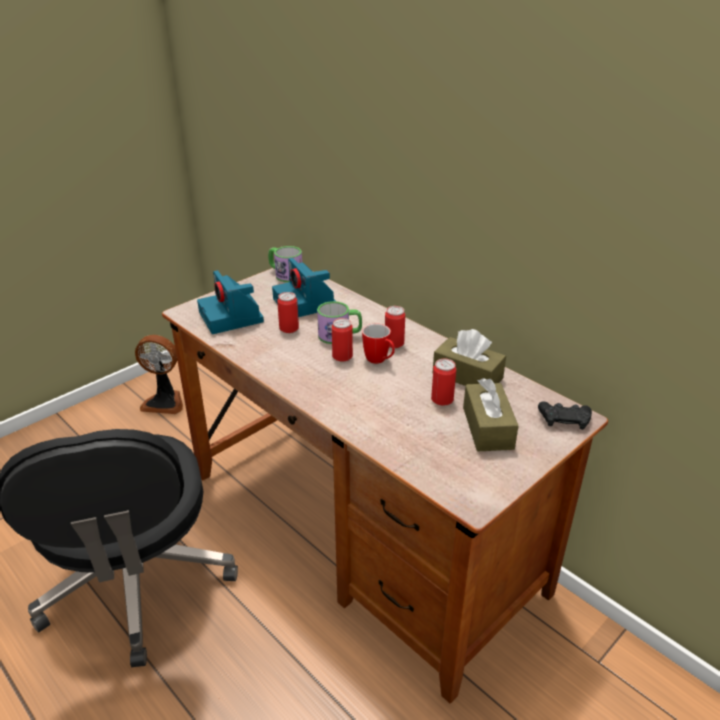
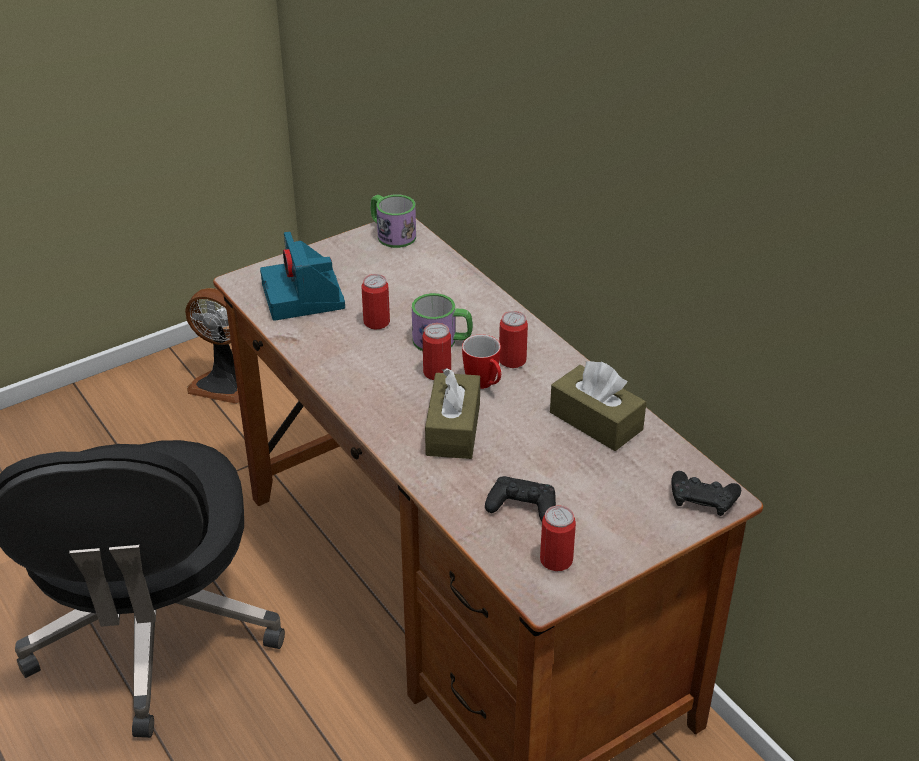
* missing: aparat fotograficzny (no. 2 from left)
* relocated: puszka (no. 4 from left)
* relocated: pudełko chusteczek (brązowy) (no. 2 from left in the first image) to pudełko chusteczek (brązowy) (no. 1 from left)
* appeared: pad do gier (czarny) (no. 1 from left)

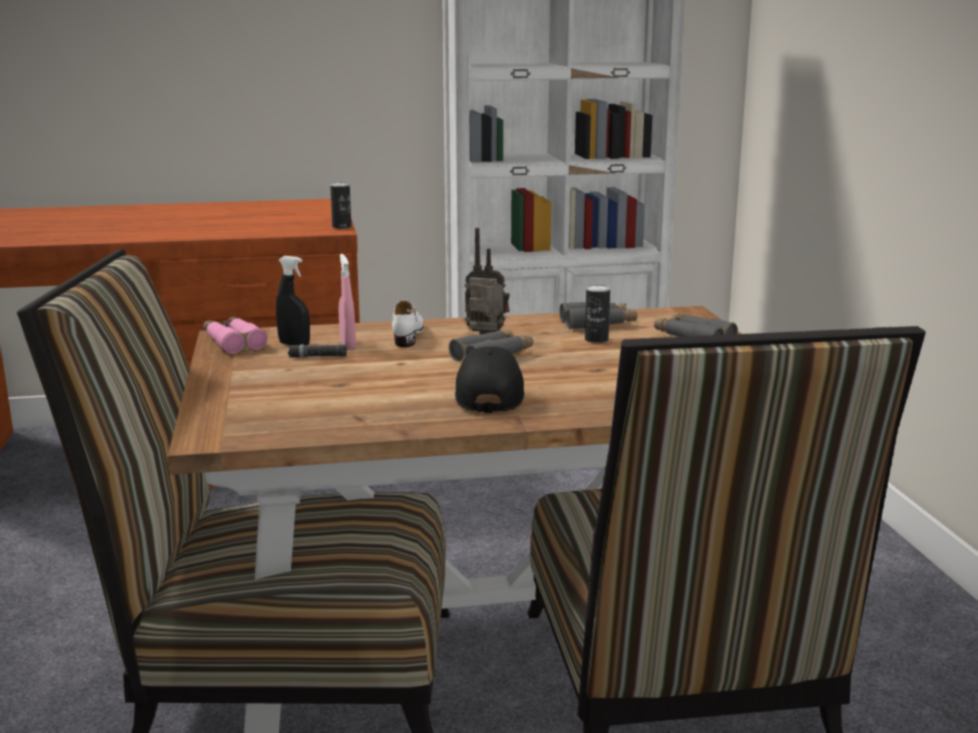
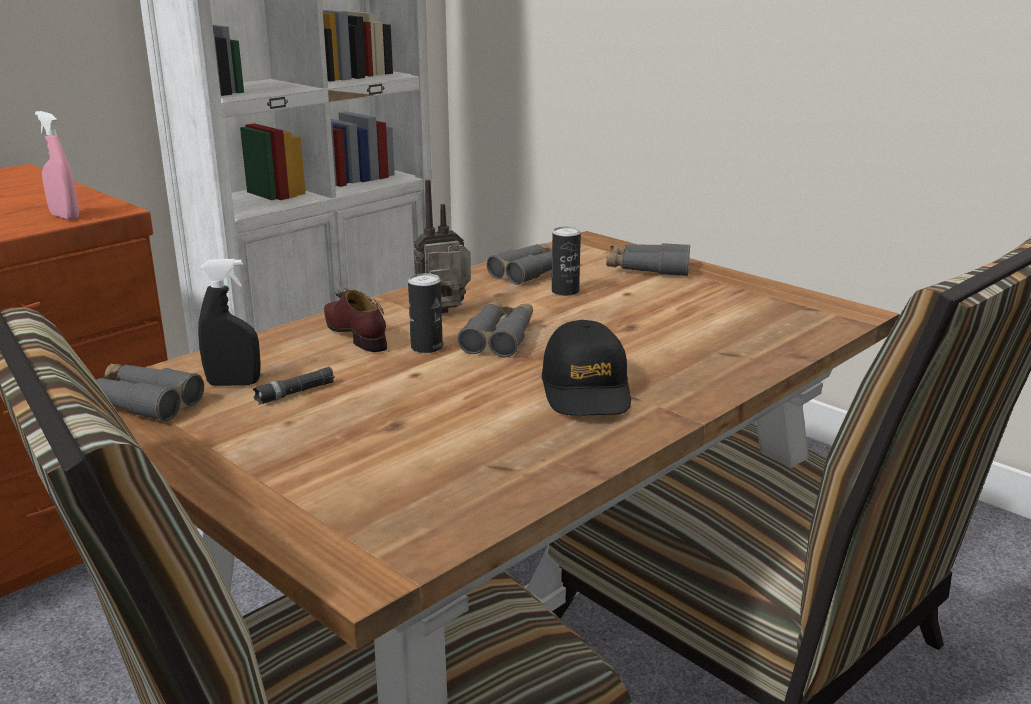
* colour: lornetka (różowy) to lornetka (szary) (no. 1 from left)
* relocated: puszka (no. 1 from left)
* relocated: spryskiwacz (różowy)
* colour: but (biały) to but (brązowy)
* spun: czapka z daszkiem (czarny) 150 degrees counterclockwise

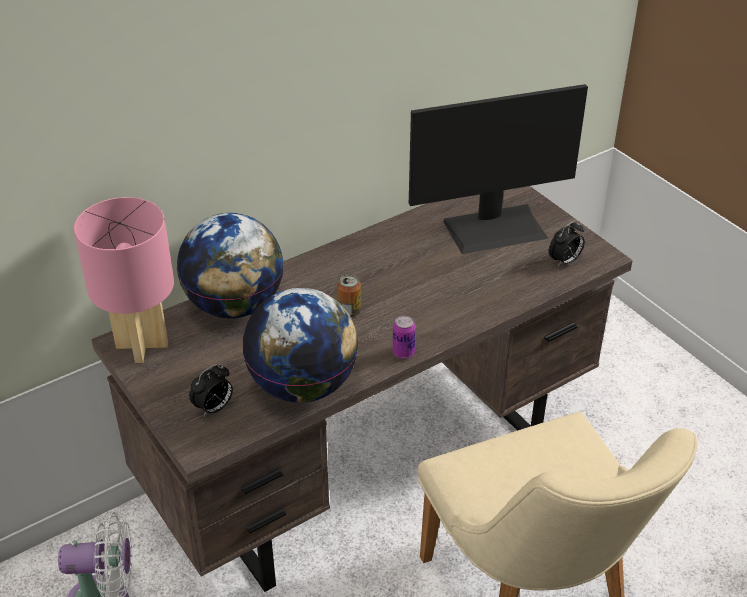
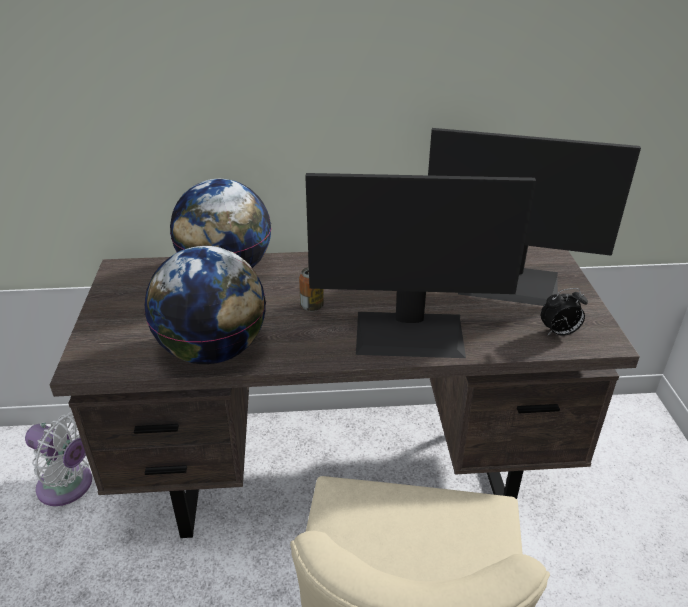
* missing: lampa stołowa (różowy)
* missing: budzik (no. 1 from left)
* missing: puszka (no. 2 from left)
* appeared: monitor (no. 1 from left)

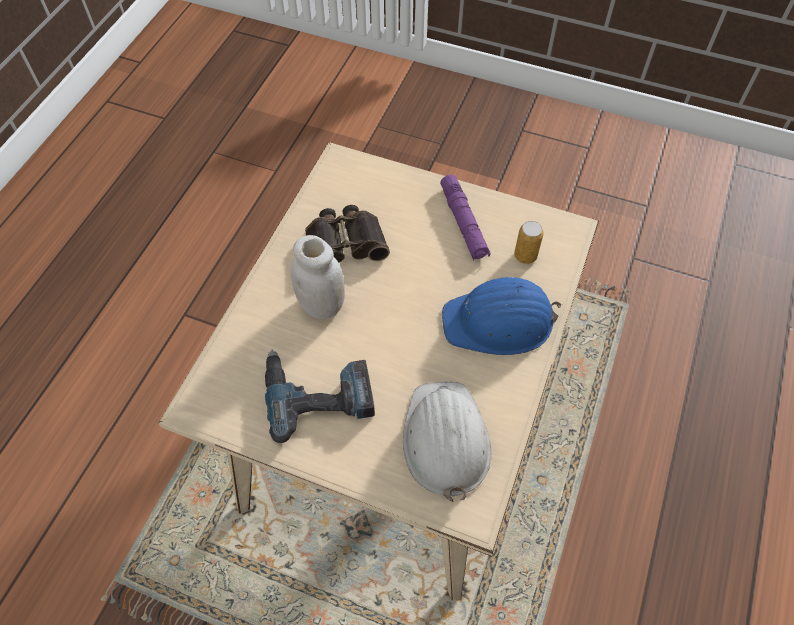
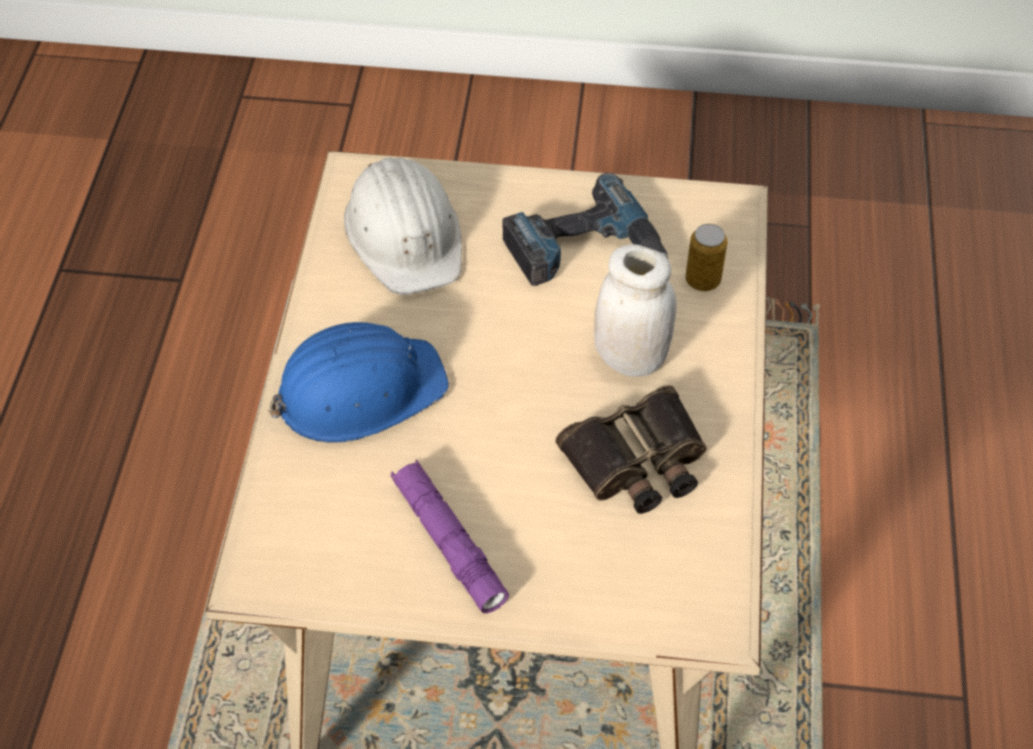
* relocated: puszka

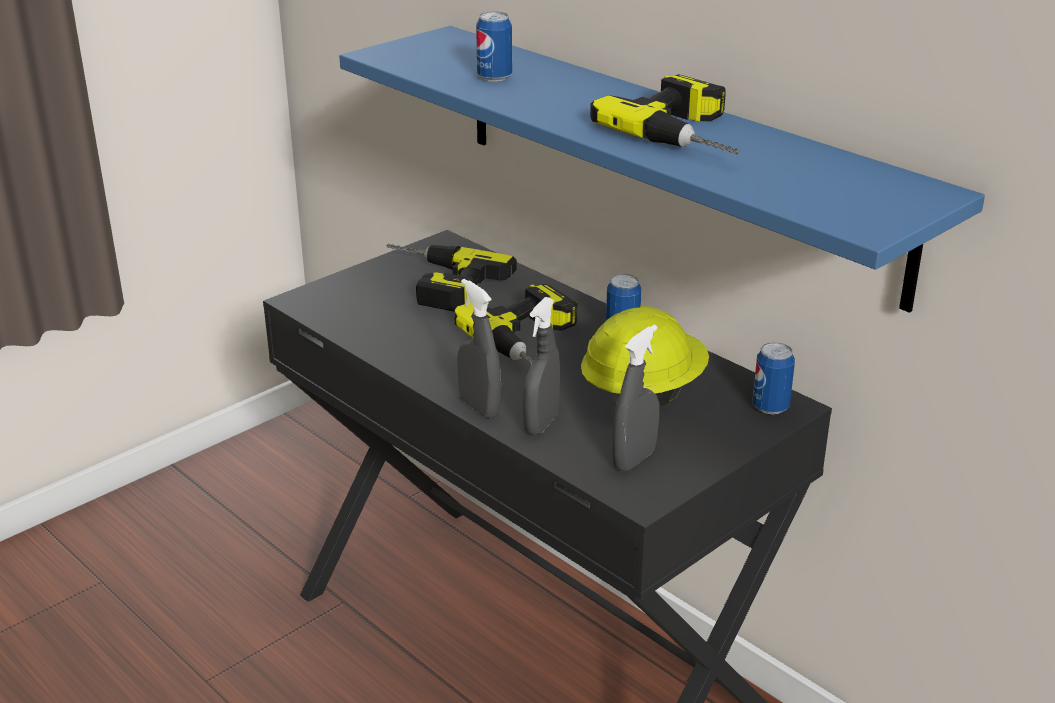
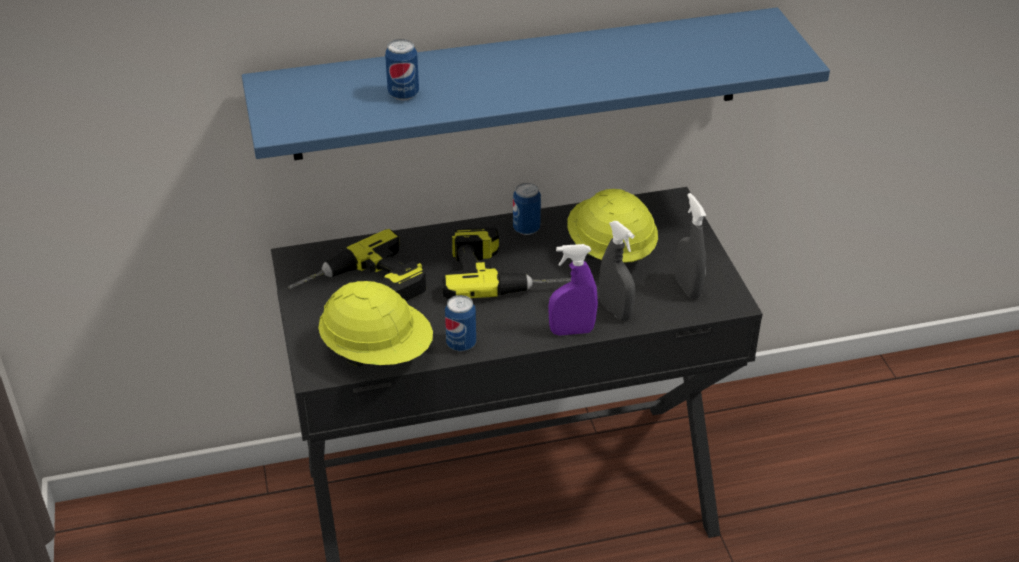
* colour: spryskiwacz (szary) (no. 1 from left) to spryskiwacz (fioletowy)
* missing: wiertarka (no. 3 from left)
* relocated: puszka (no. 3 from left in the first image) to puszka (no. 2 from left)
* appeared: kask (żółty) (no. 1 from left)

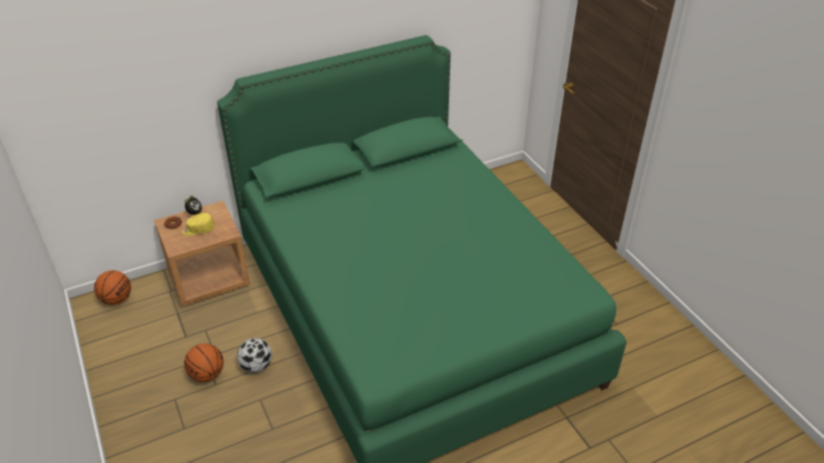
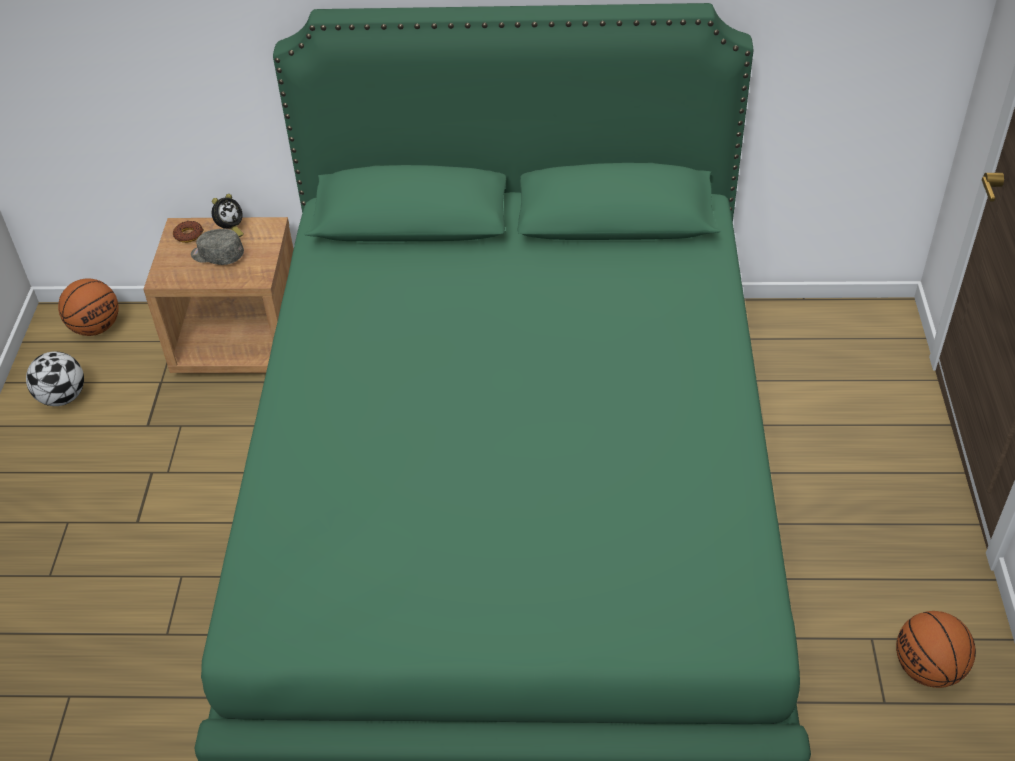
* colour: czapka z daszkiem (żółty) to czapka z daszkiem (szary)
* relocated: piłka do koszykówki (no. 2 from left)
* relocated: piłka futbolowa

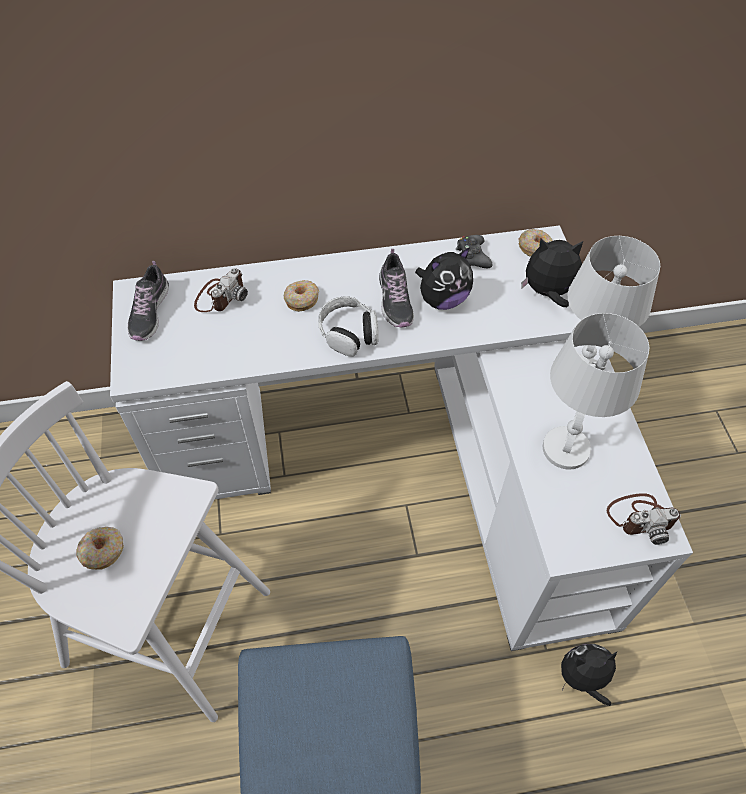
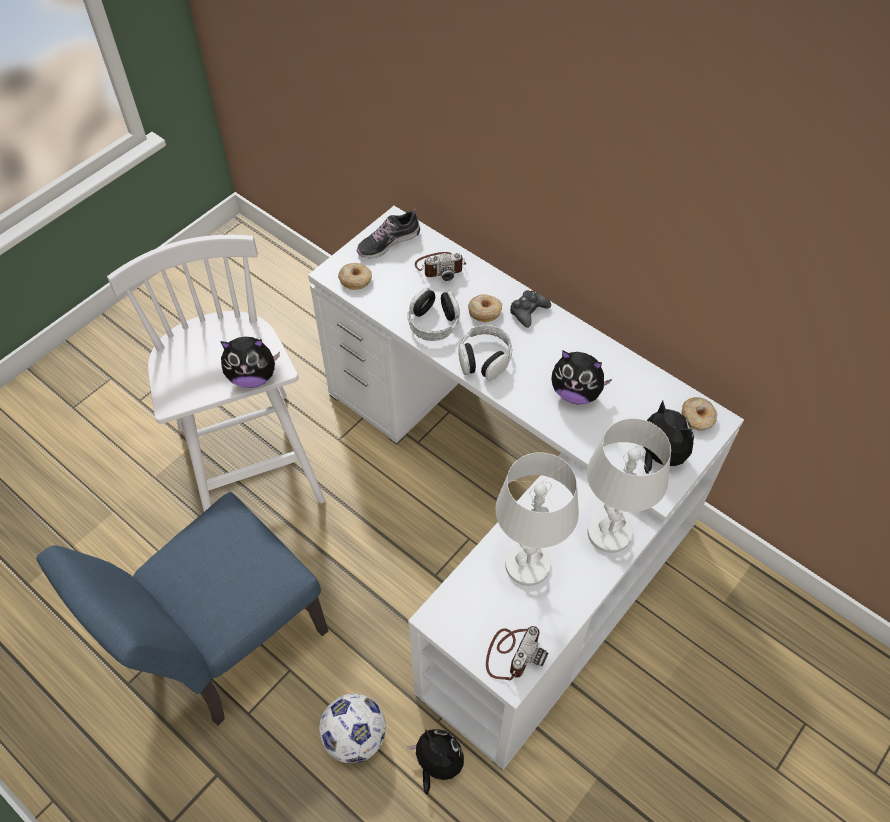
* relocated: donut (no. 1 from left)
* missing: but (no. 2 from left)
* relocated: pad do gier (czarny)
* spun: aparat fotograficzny (no. 2 from left) 105 degrees counterclockwise
* appeared: pluszak (no. 1 from left)
* appeared: piłka futbolowa
* appeared: słuchawki (no. 1 from left)

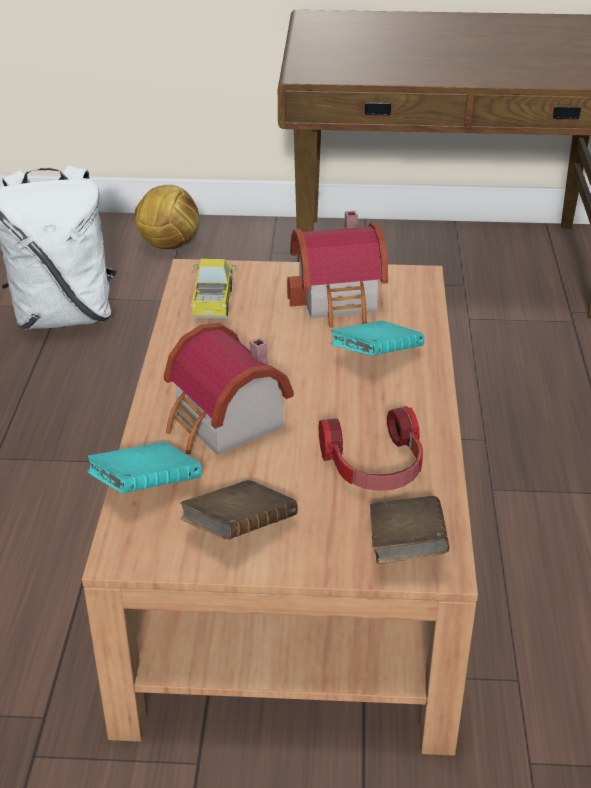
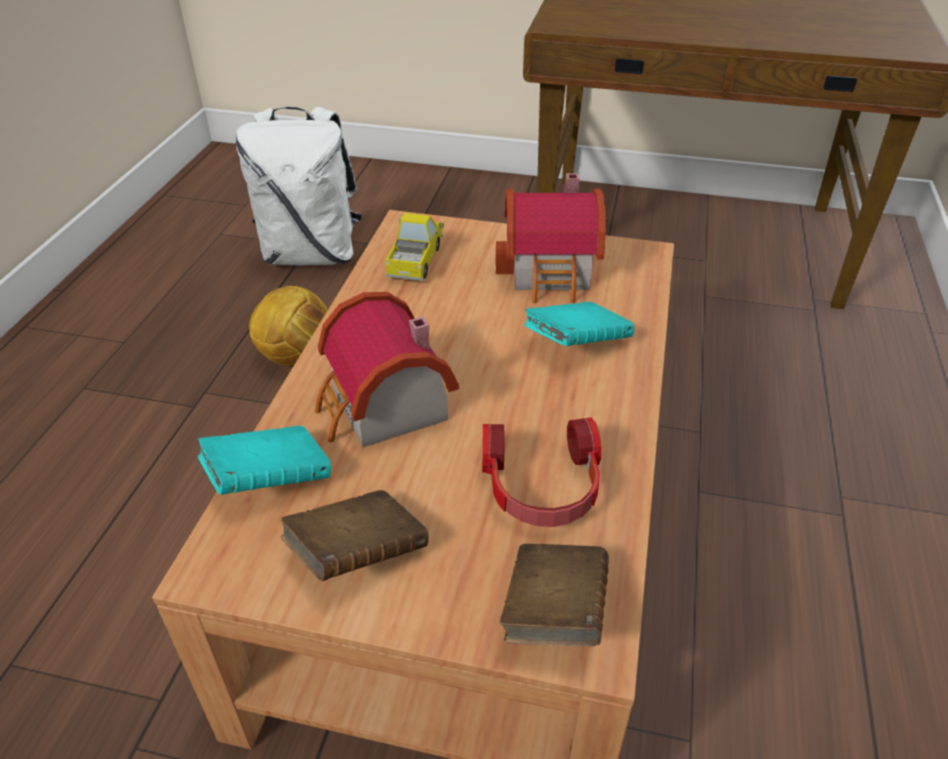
* relocated: piłka futbolowa

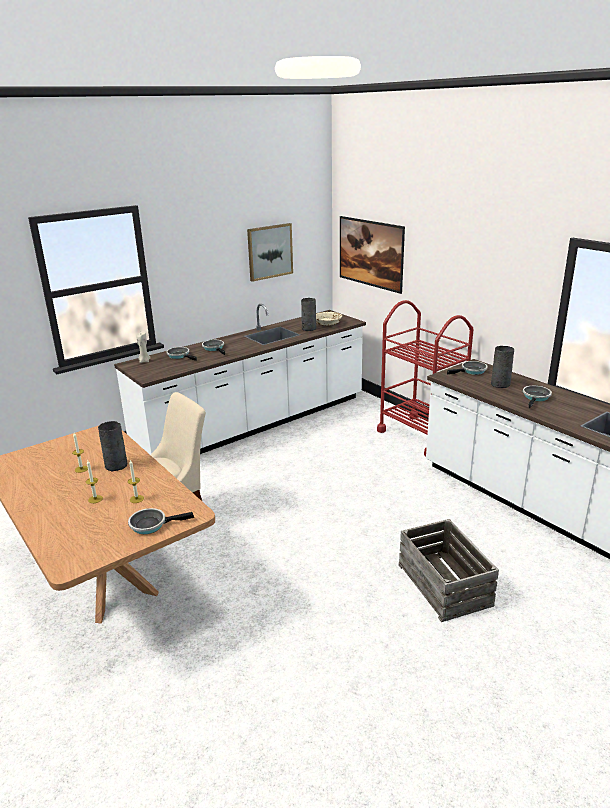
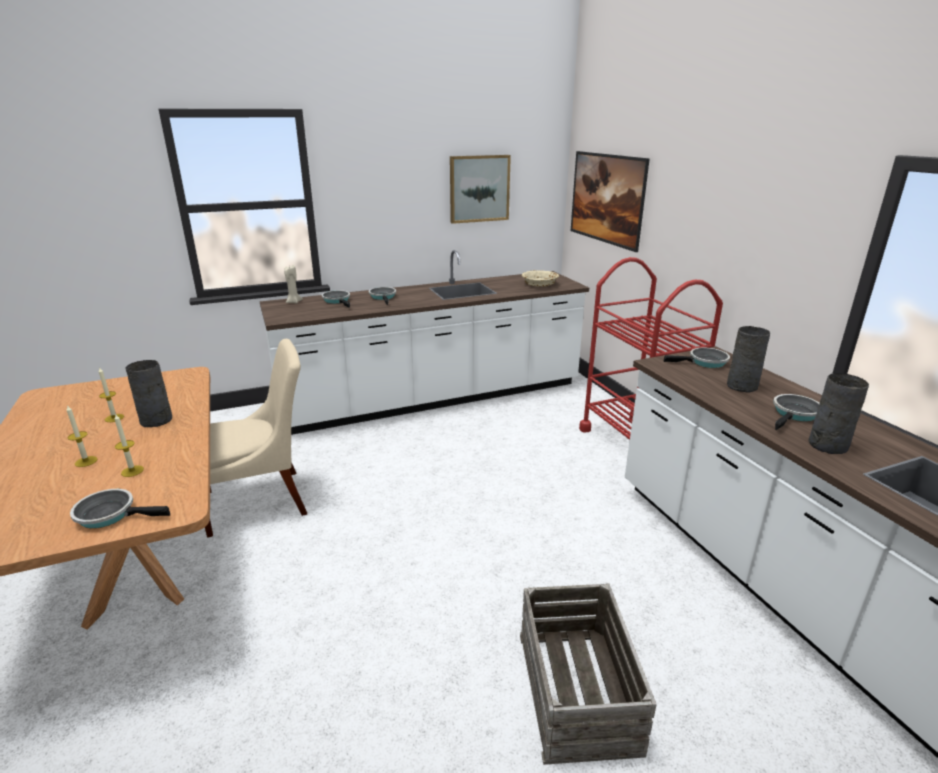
* relocated: wazon (szary) (no. 2 from left in the first image) to wazon (szary) (no. 3 from left)

